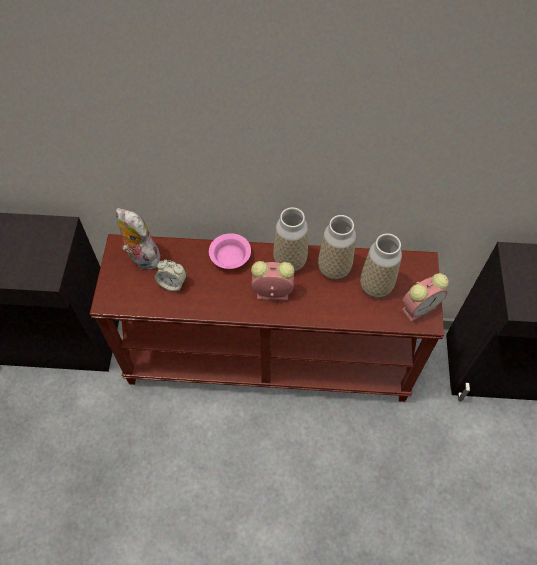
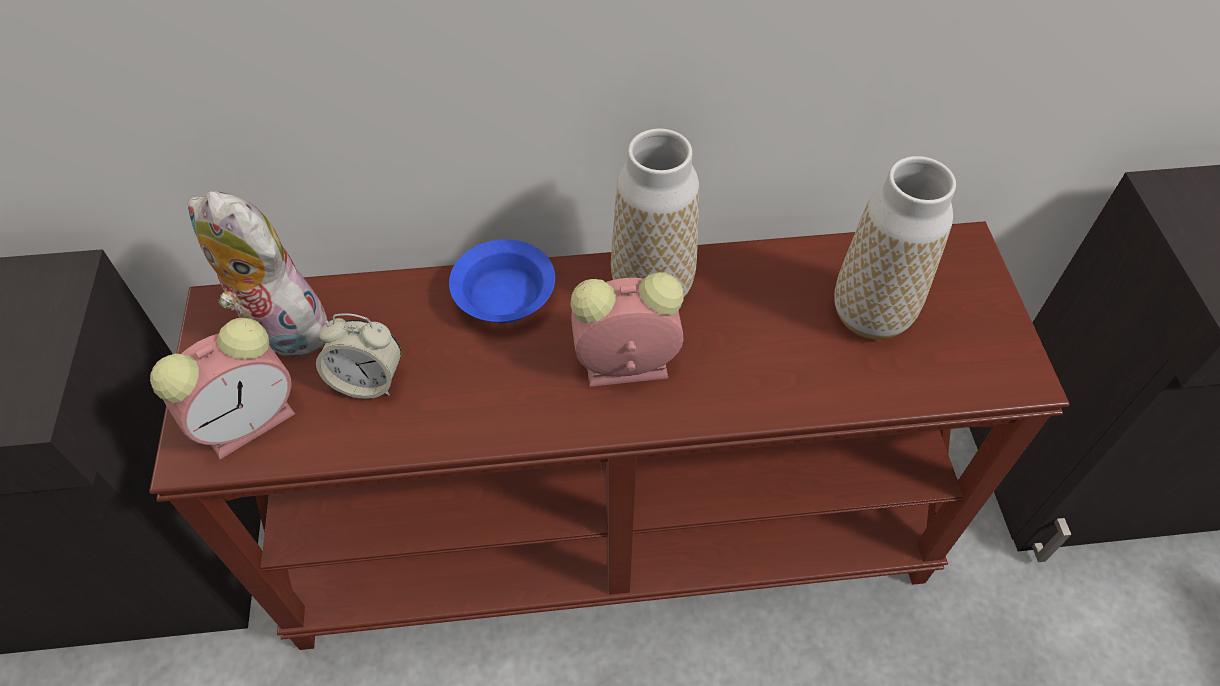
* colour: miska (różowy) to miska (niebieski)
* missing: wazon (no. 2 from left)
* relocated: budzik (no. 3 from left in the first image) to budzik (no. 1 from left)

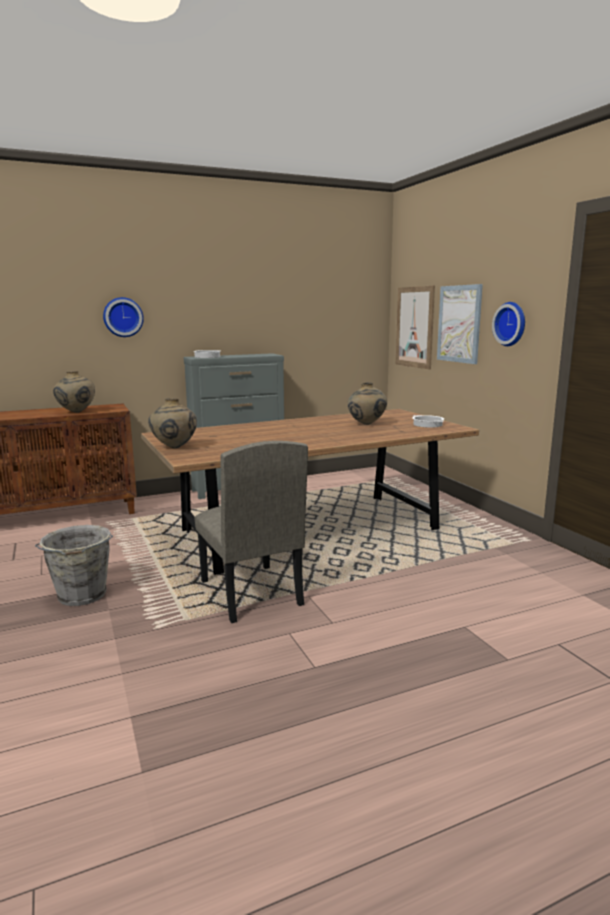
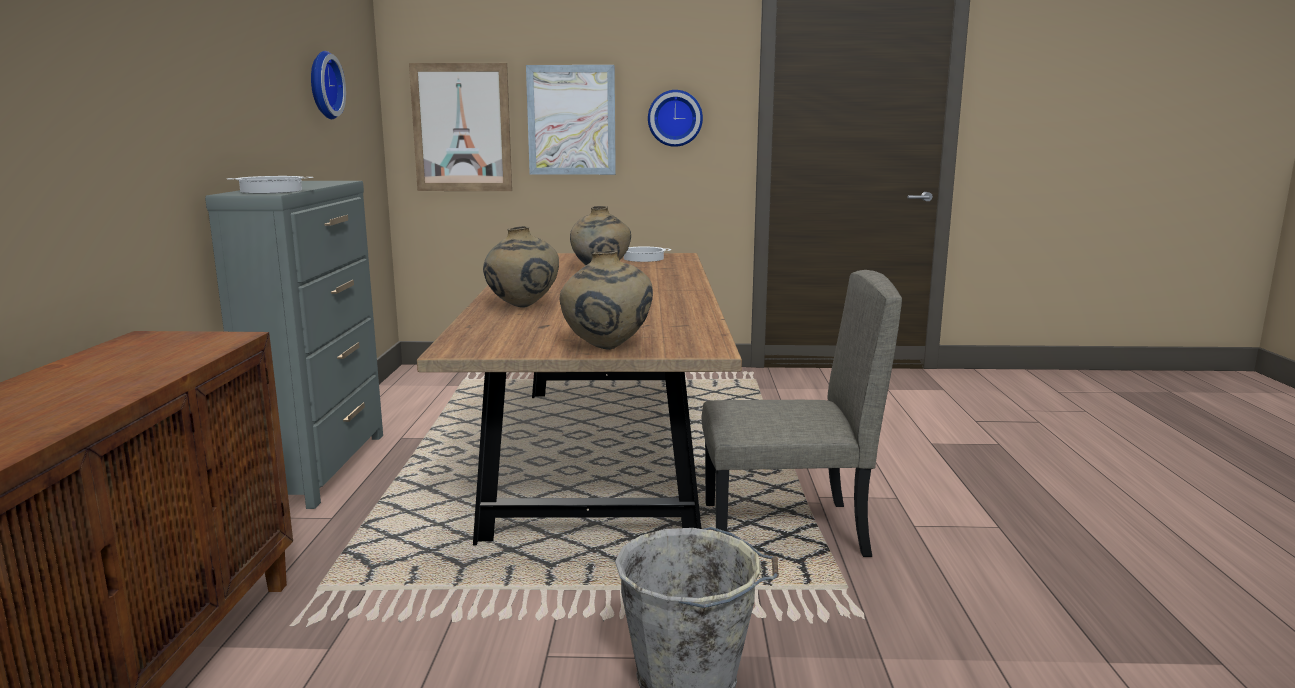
* relocated: wazon (beżowy) (no. 1 from left)
* relocated: zegar ścienny (no. 1 from left)

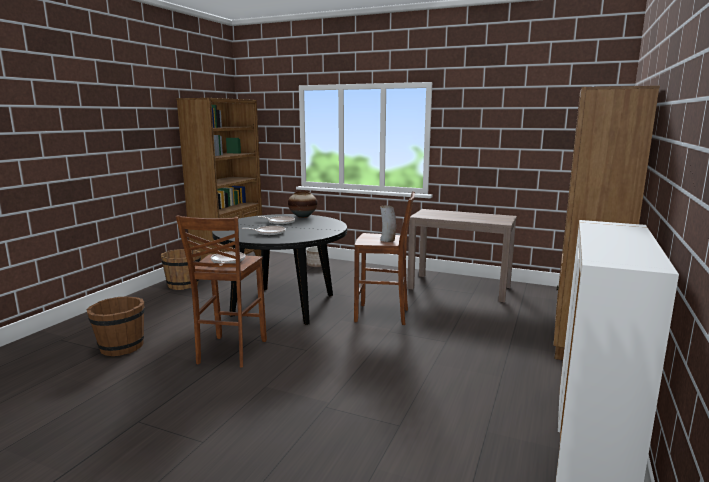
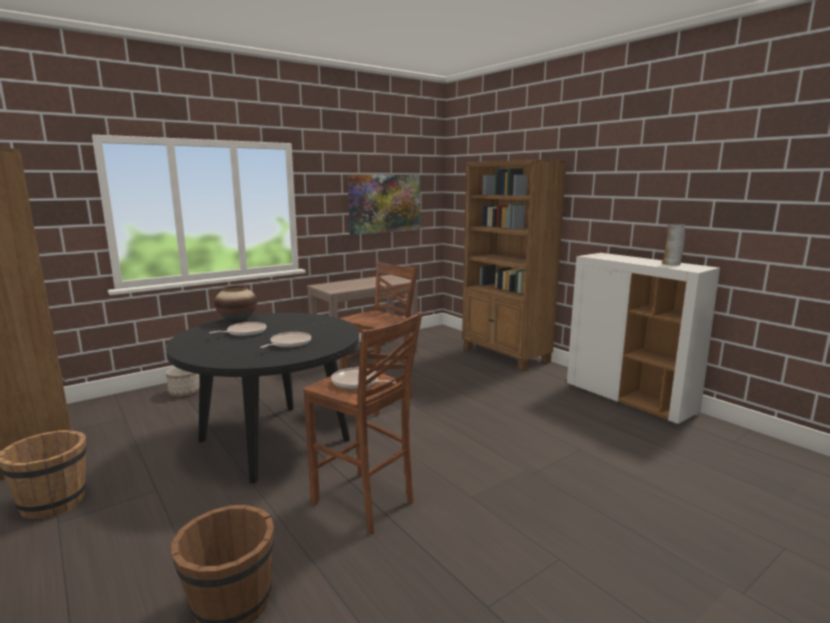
* relocated: wazon (no. 2 from left)
* appeared: obraz

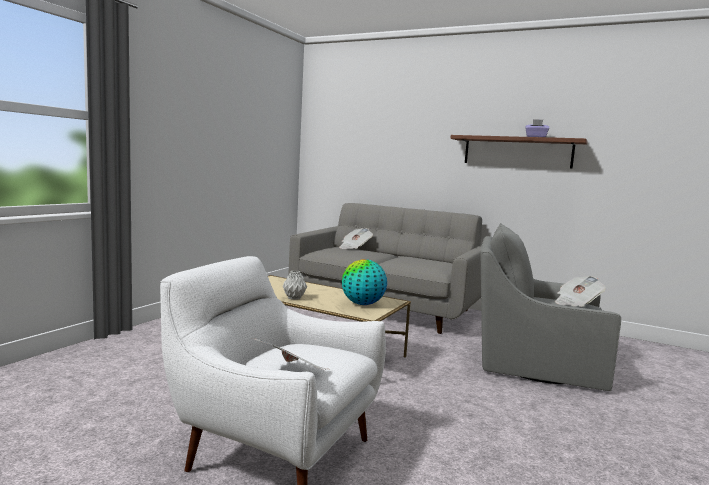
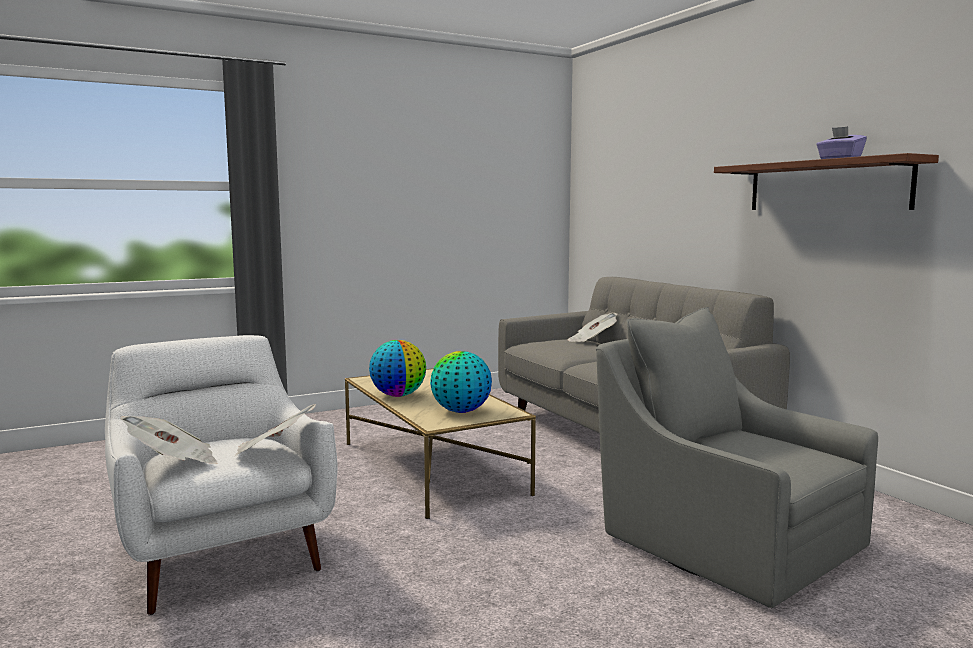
* exchanged: wazon (szary) to globus (no. 1 from left)
* relocated: gazeta (no. 3 from left in the first image) to gazeta (no. 2 from left)

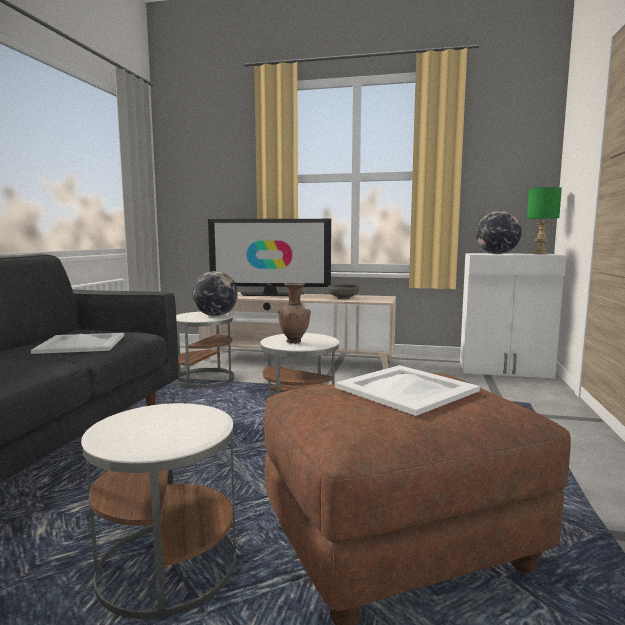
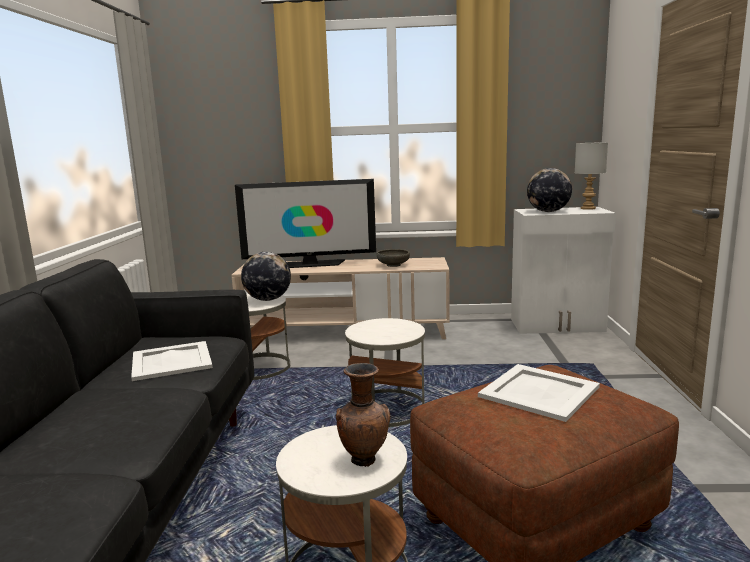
* relocated: wazon (brązowy)
* colour: lampa stołowa (zielony) to lampa stołowa (szary)

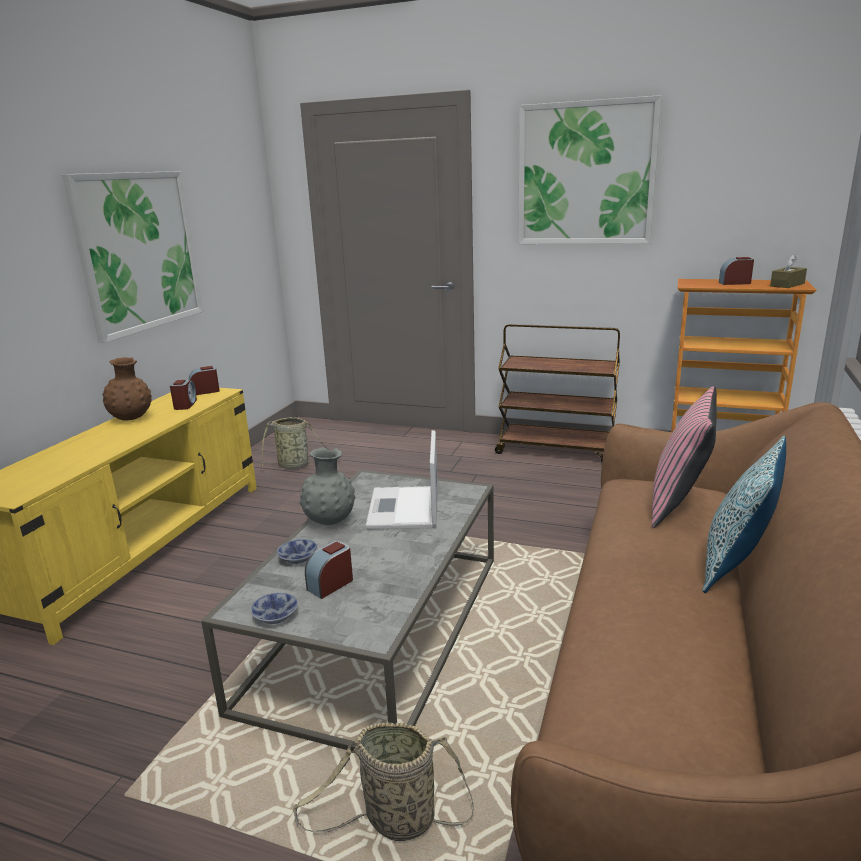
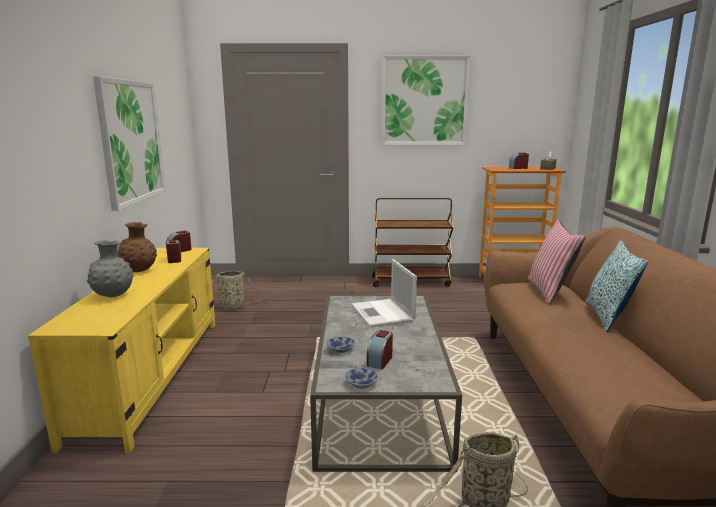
* relocated: wazon (szary)

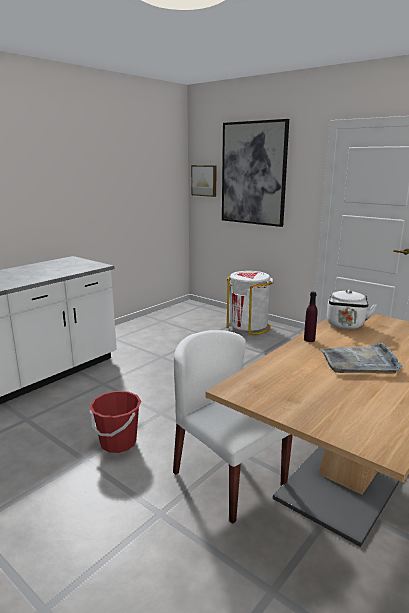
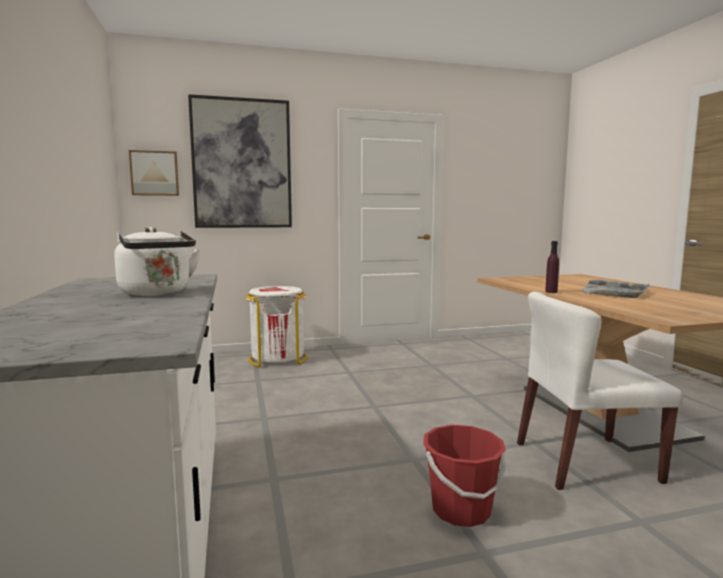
* relocated: czajnik (biały)

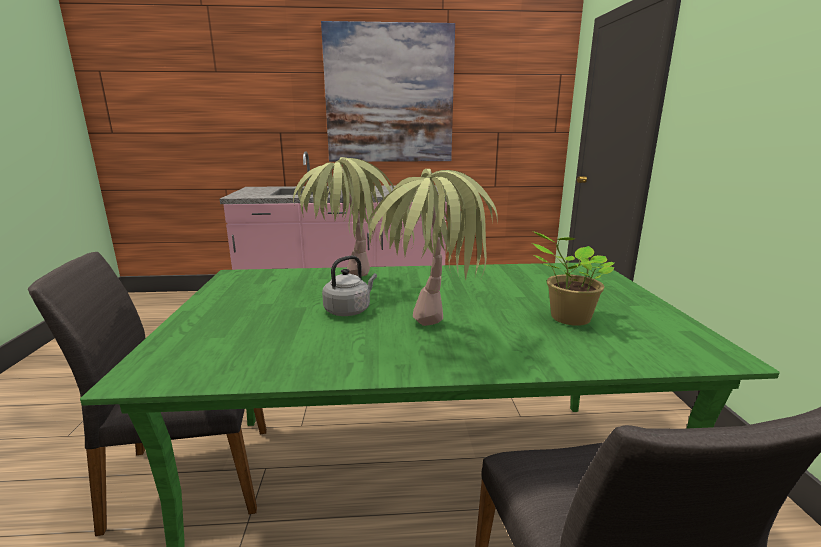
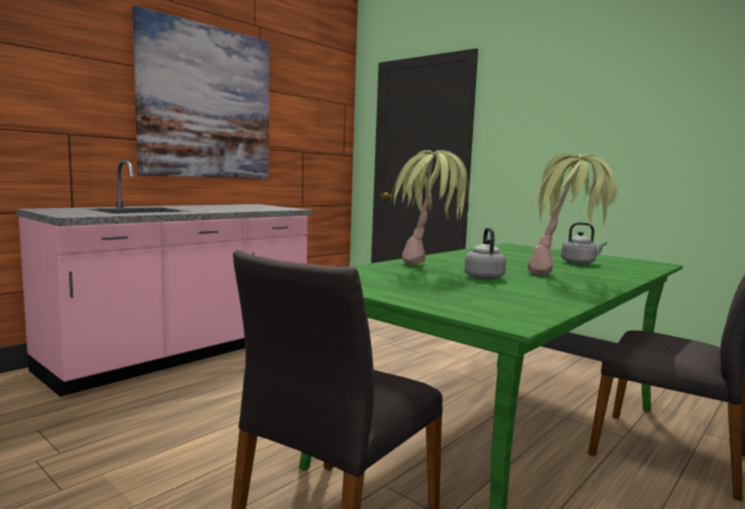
* exchanged: roślina doniczkowa (no. 3 from left) to czajnik (szary) (no. 2 from left)

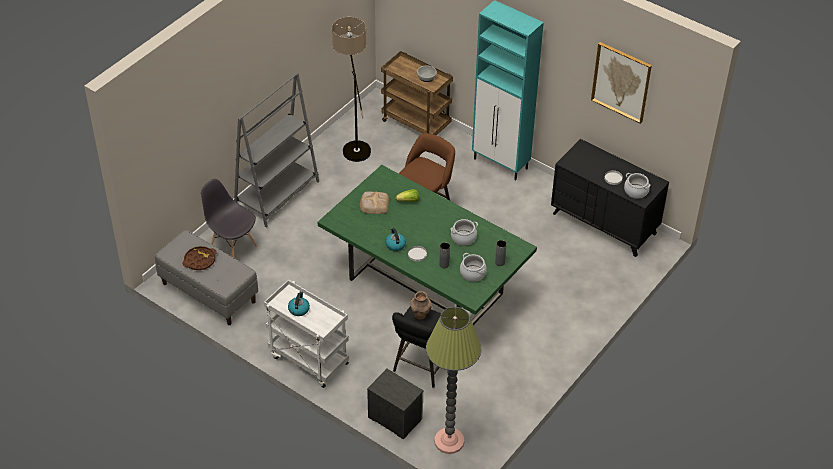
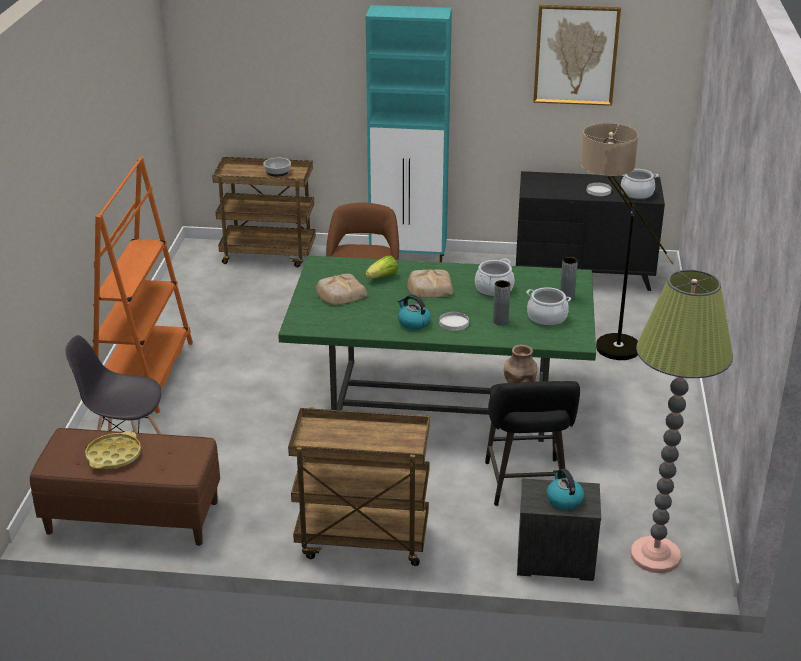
* colour: ławka (szary) to ławka (brązowy)
* colour: taca (brązowy) to taca (żółty)
* colour: regał (szary) to regał (pomarańczowy)
* colour: wózek (biały) to wózek (brązowy) (no. 2 from left)
* relocated: czajnik (no. 1 from left in the first image) to czajnik (no. 2 from left)
* relocated: lampa stojąca (no. 1 from left)
* appeared: chleb (no. 2 from left)

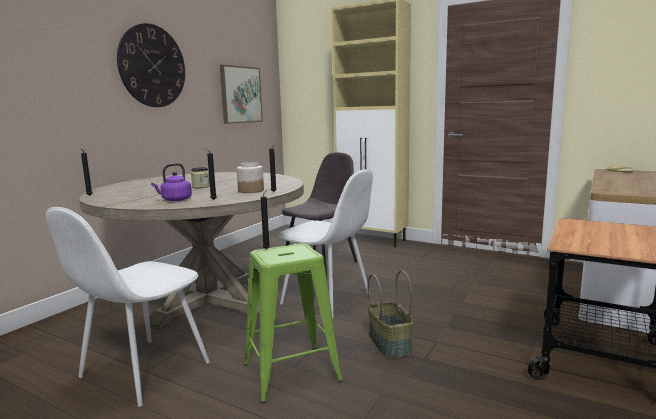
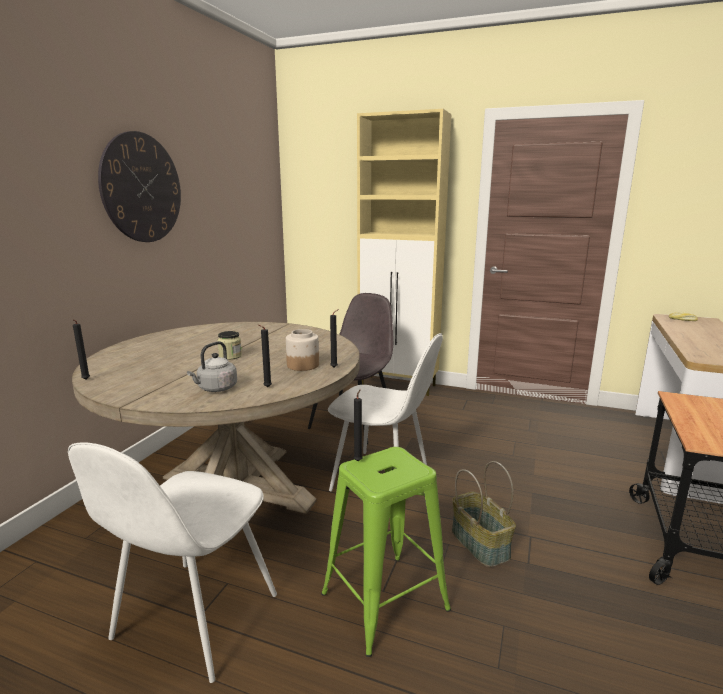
* colour: czajnik (fioletowy) to czajnik (szary)
* missing: obraz

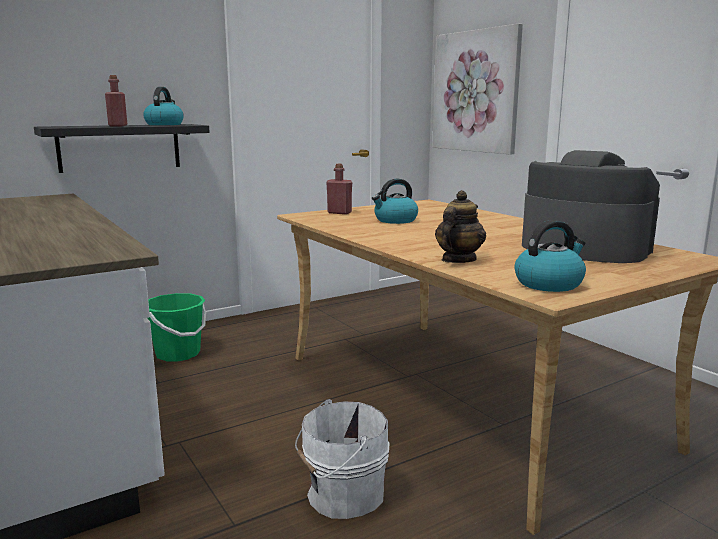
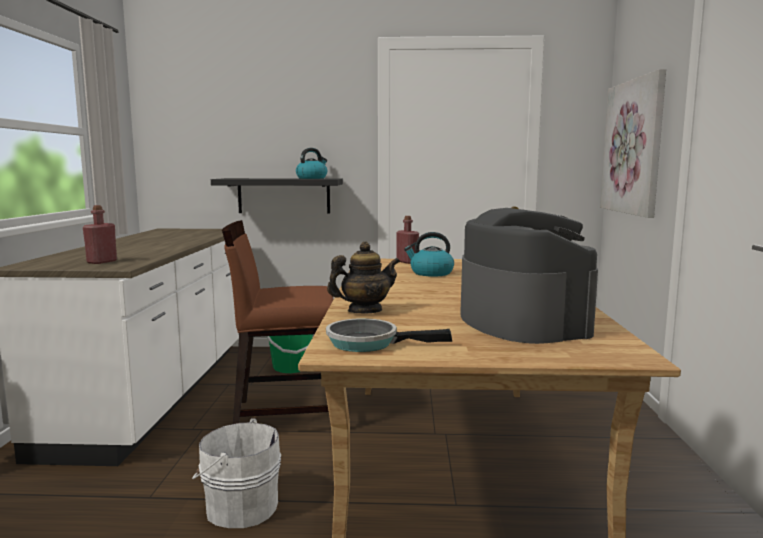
* relocated: butelka (czerwony) (no. 1 from left)
* exchanged: czajnik (no. 3 from left) to patelnia
* appeared: krzesło (brązowy)

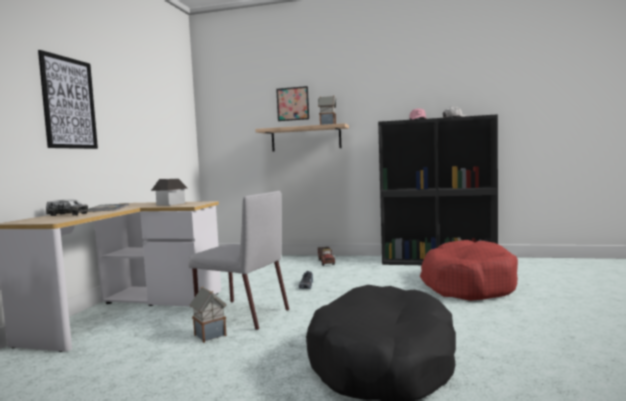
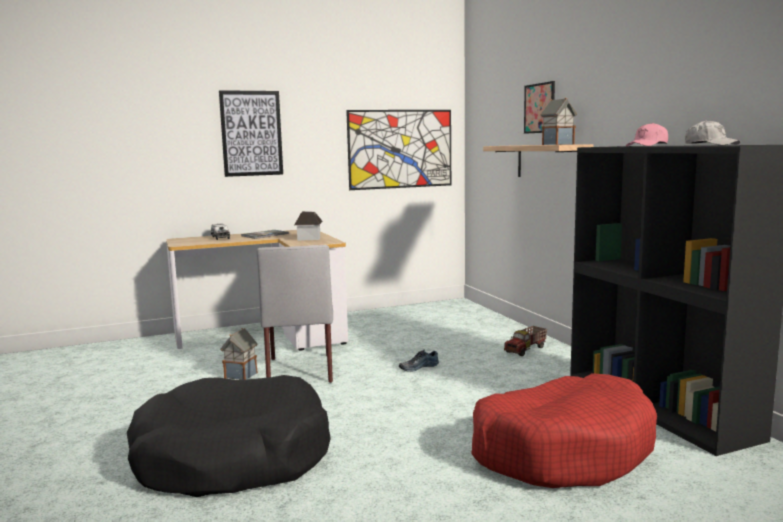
* appeared: obraz (no. 2 from left)

